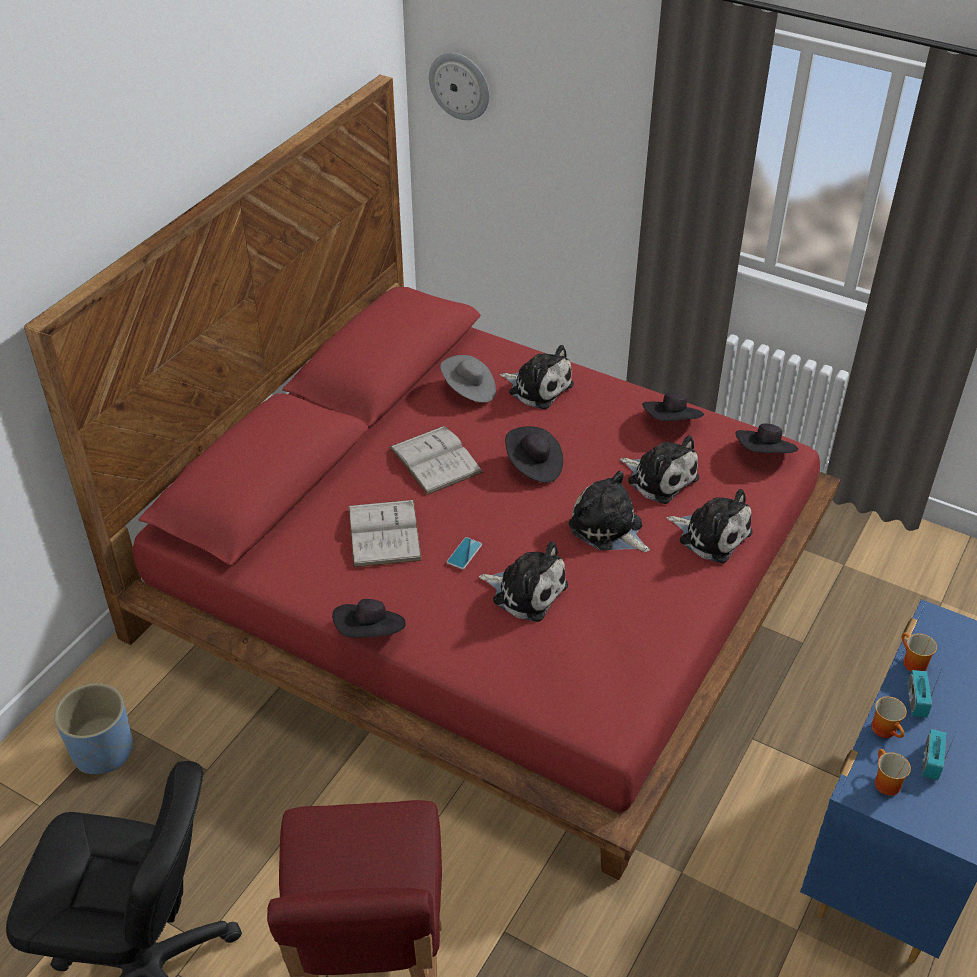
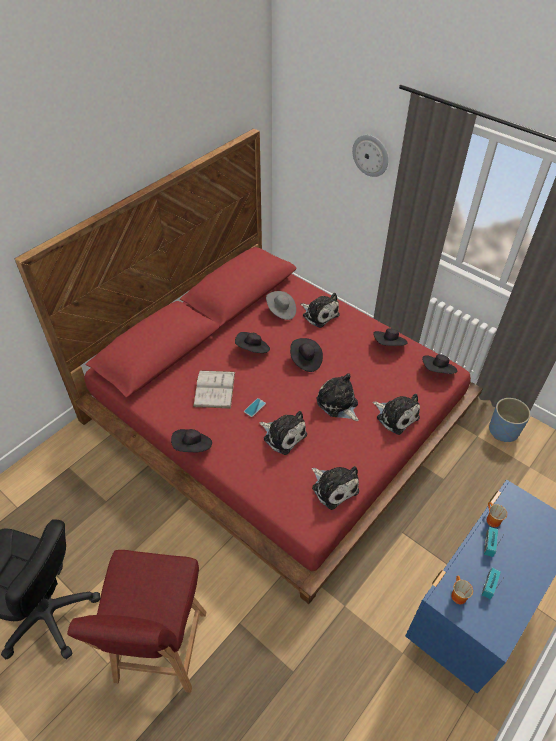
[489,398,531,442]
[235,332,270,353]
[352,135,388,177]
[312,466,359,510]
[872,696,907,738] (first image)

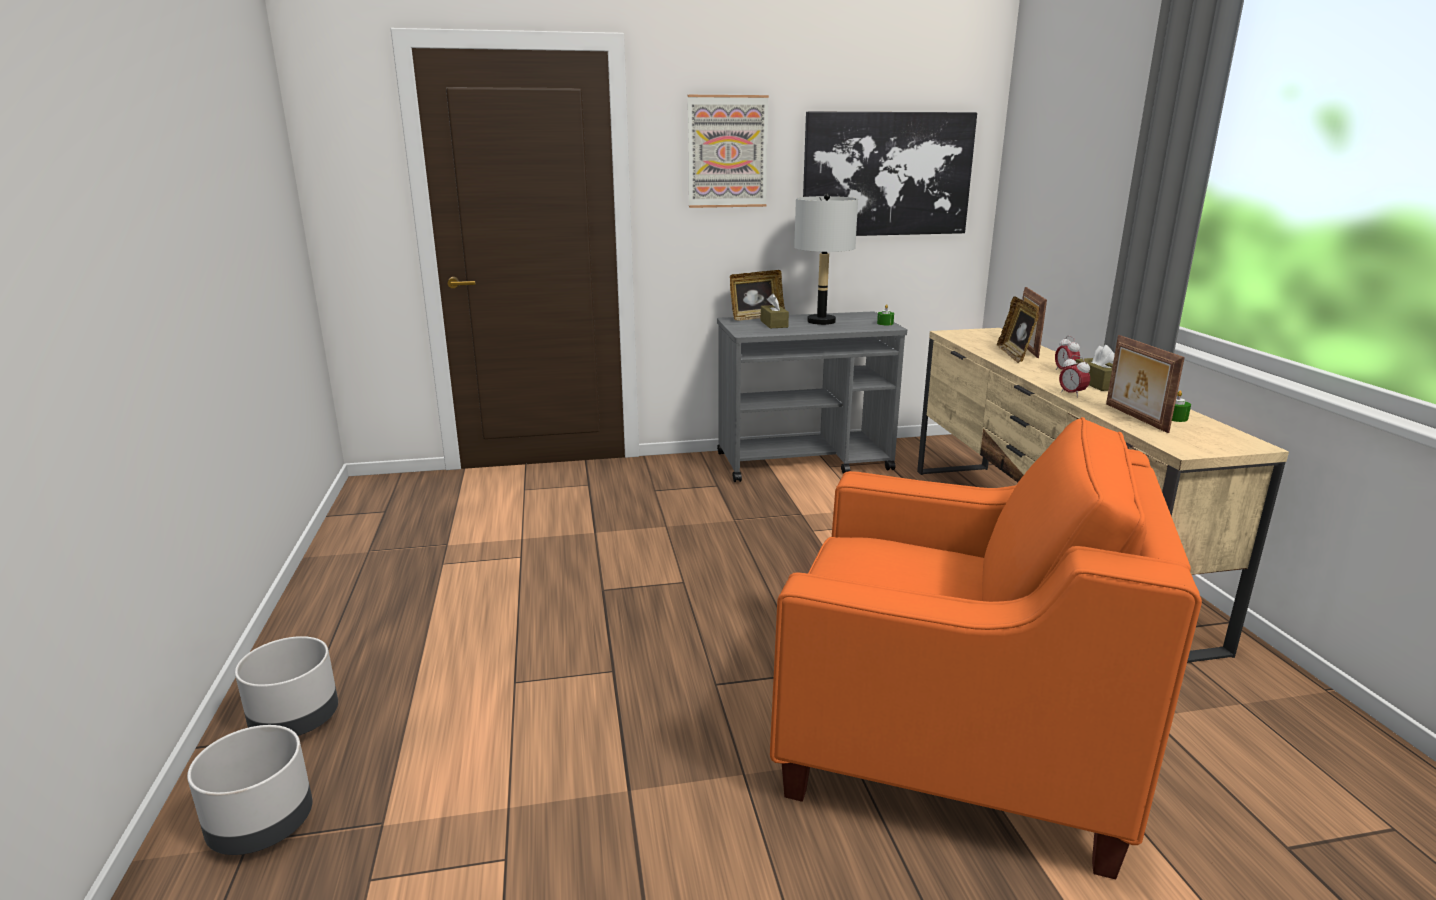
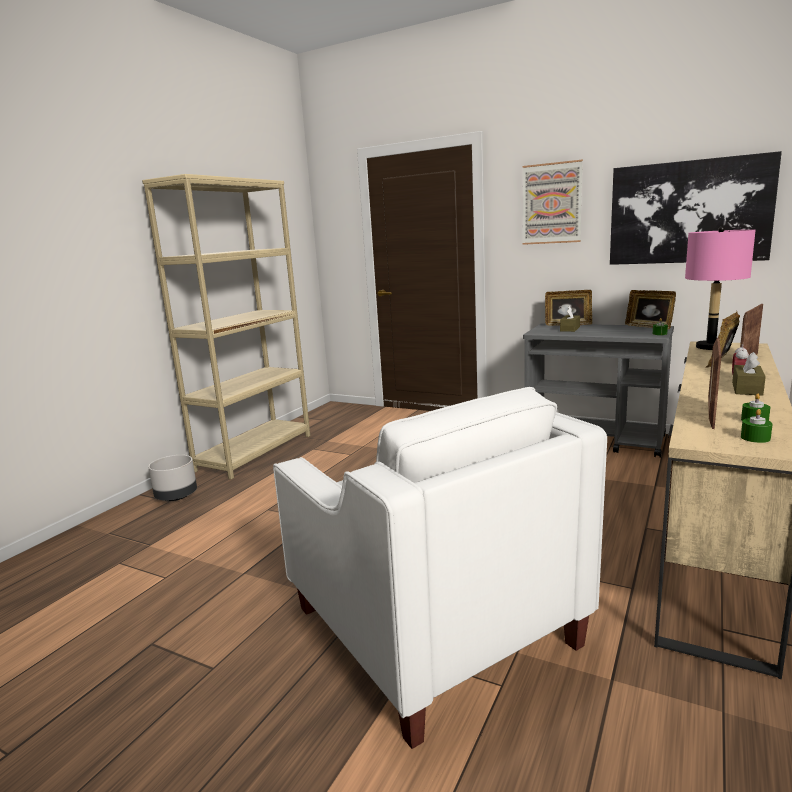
[187,725,313,855] (first image)
[273,387,607,749]
[794,193,858,325] (first image)
[1059,355,1090,398] (first image)
[142,174,310,479]
[625,290,676,329]
[685,226,756,350]
[741,409,773,443]

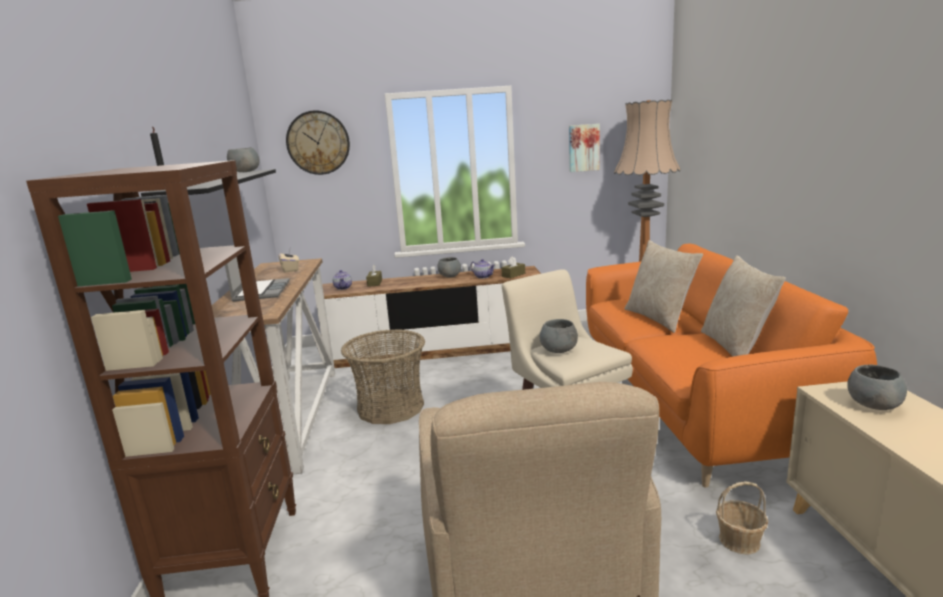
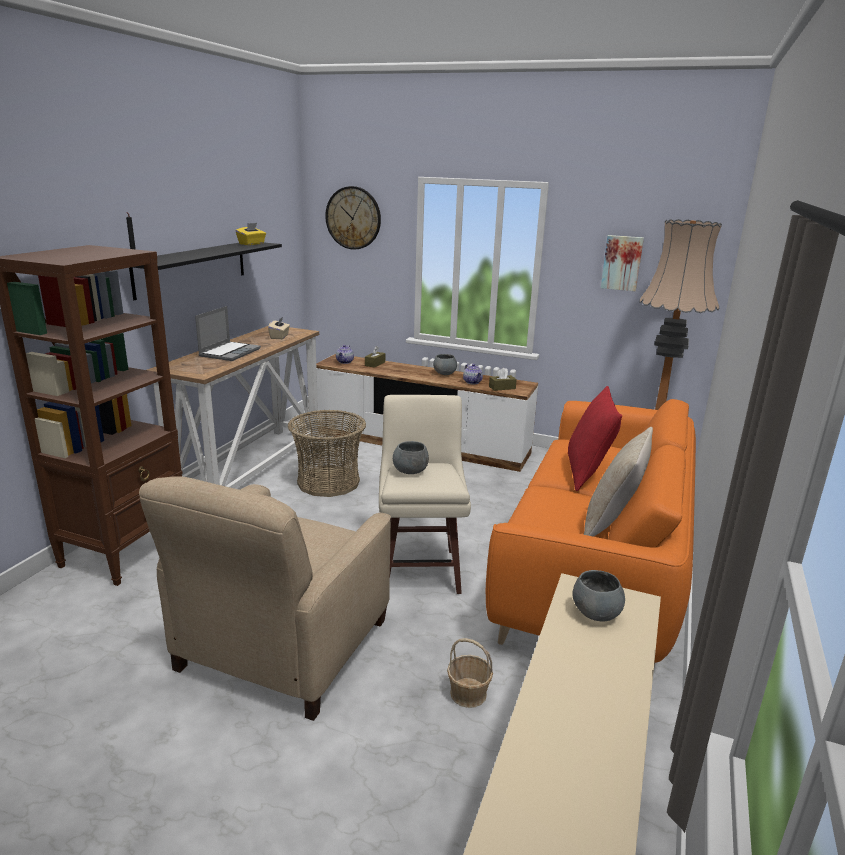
[236,223,266,245]
[568,386,622,491]

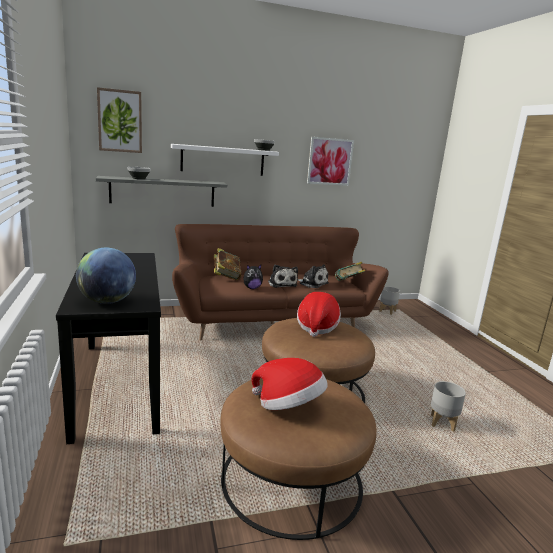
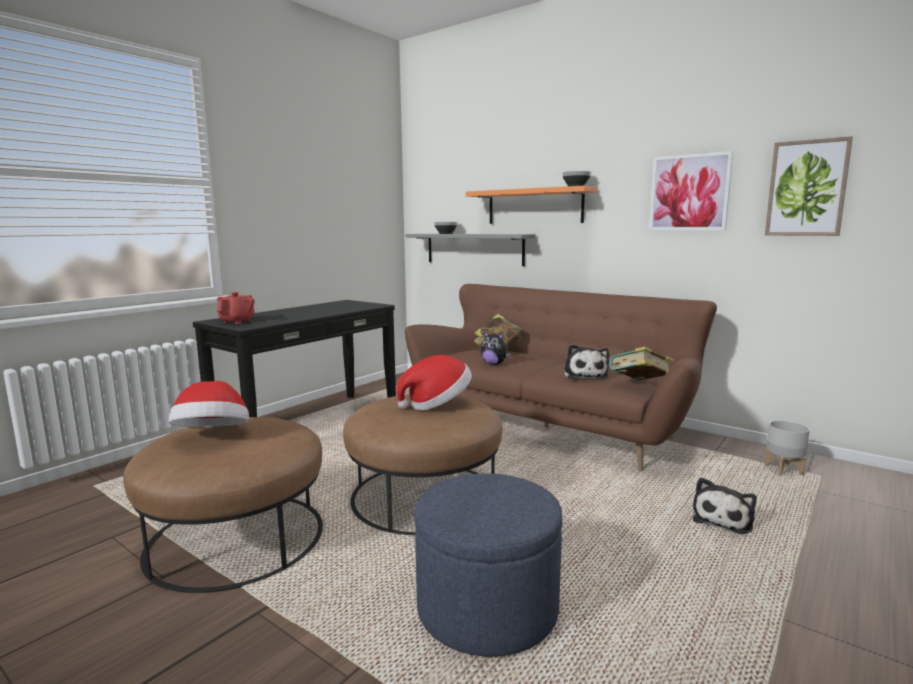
[217,292,255,324]
[765,136,853,236]
[466,185,597,224]
[693,477,757,534]
[415,473,562,657]

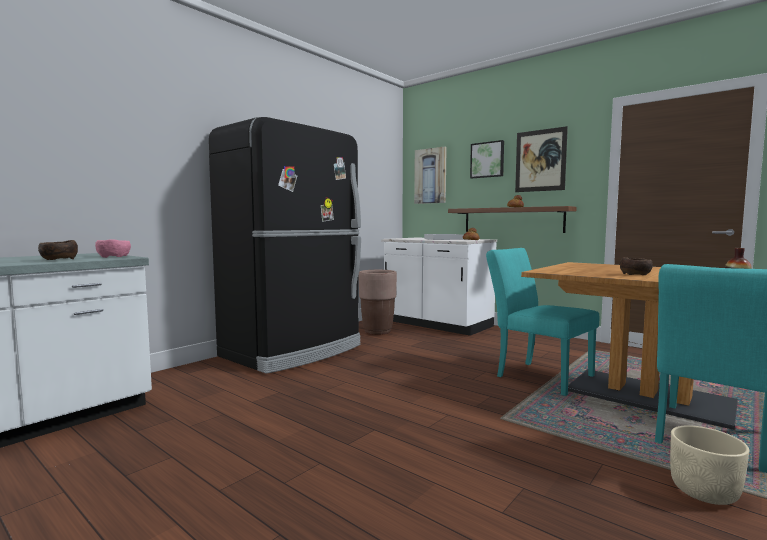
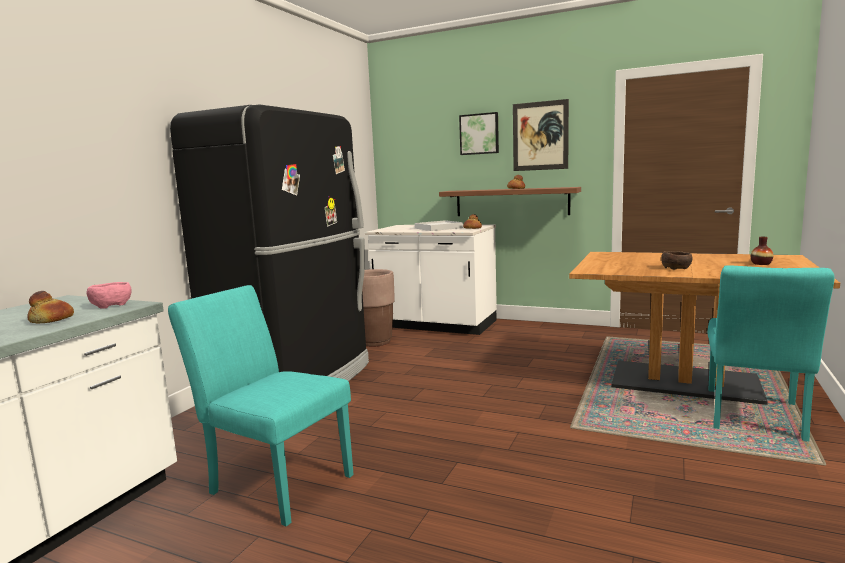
[27,291,74,324]
[414,146,447,204] (first image)
[168,285,354,527]
[670,425,749,505] (first image)

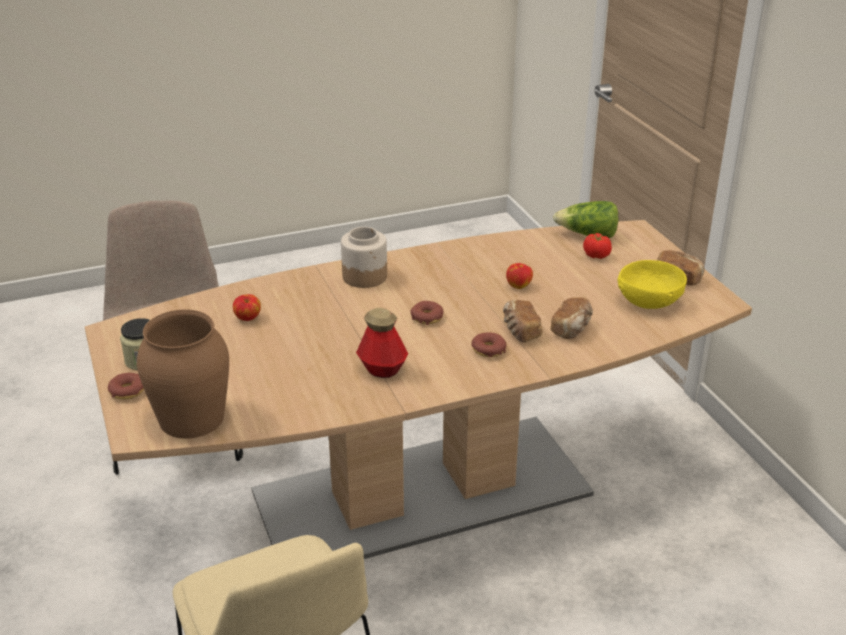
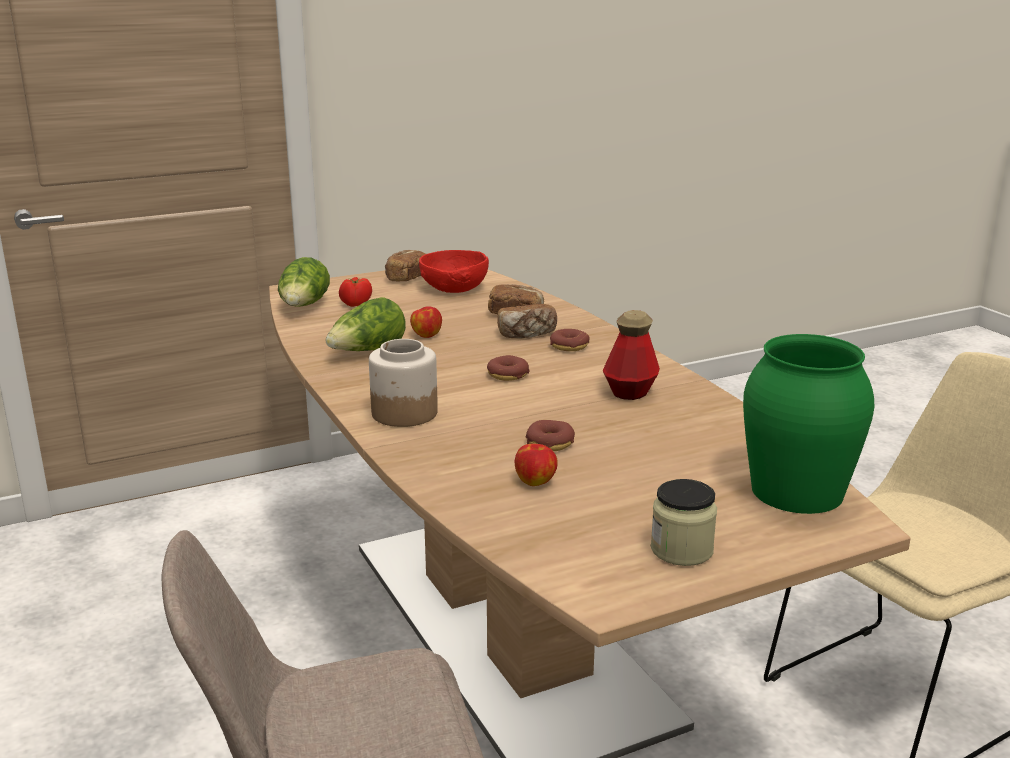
[526,420,575,451]
[743,334,874,514]
[419,250,489,293]
[326,297,406,351]

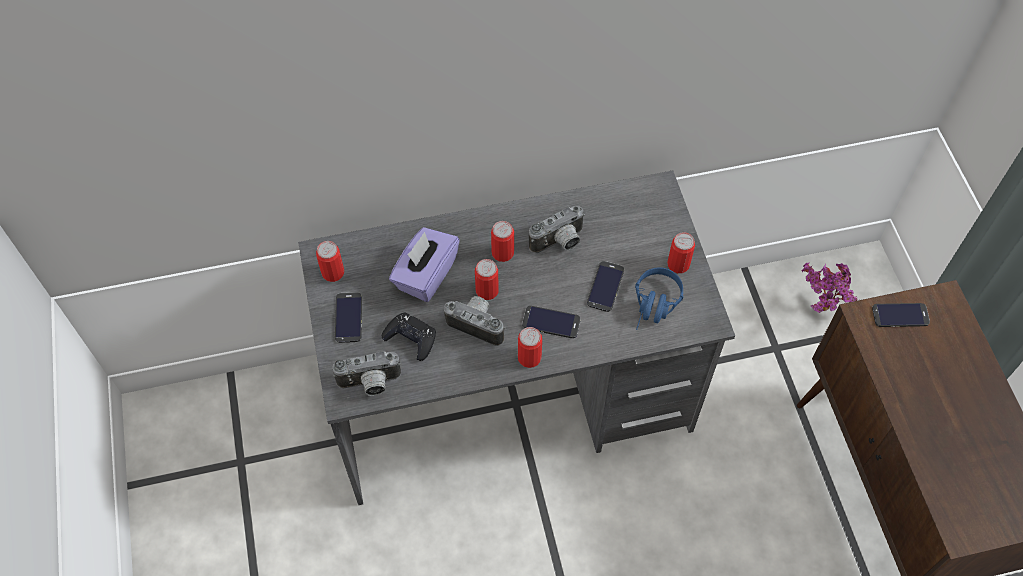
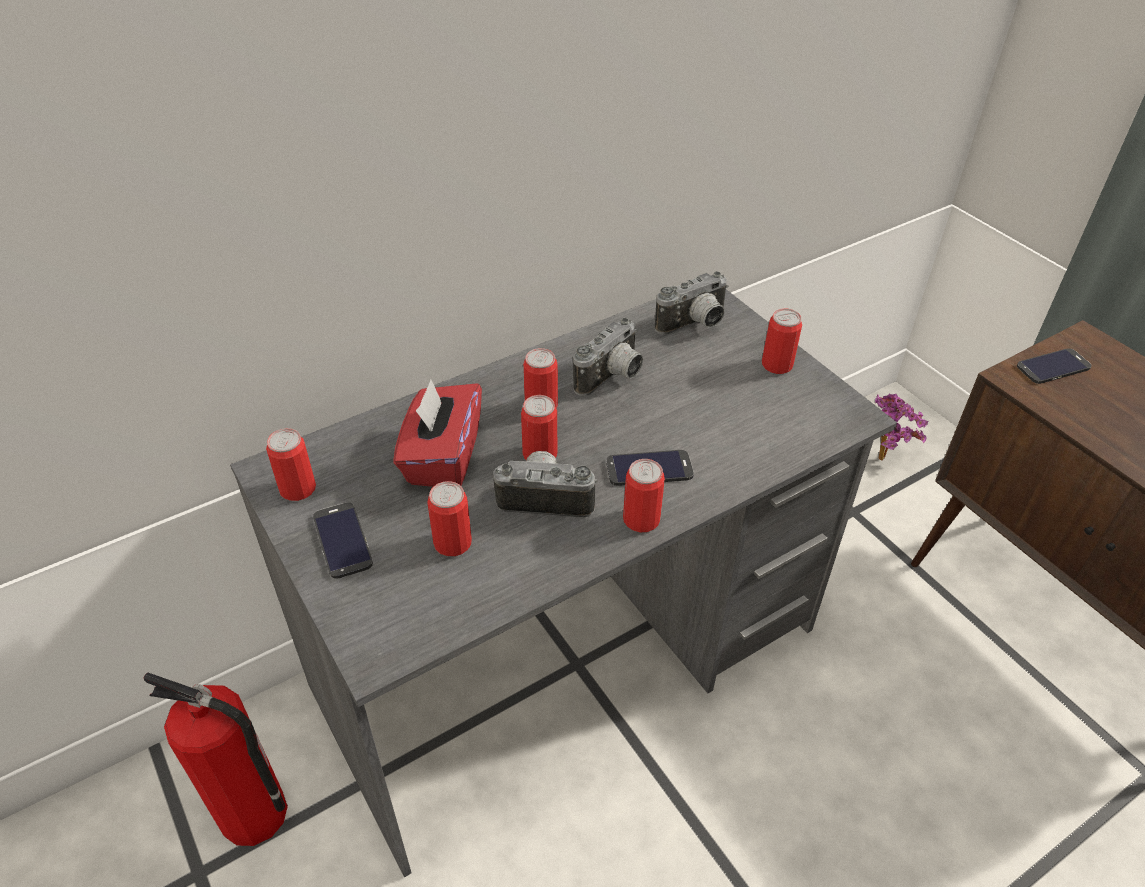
[655,271,729,335]
[427,481,472,556]
[393,380,482,487]
[587,261,624,312] (first image)
[635,267,683,330] (first image)
[144,672,288,846]

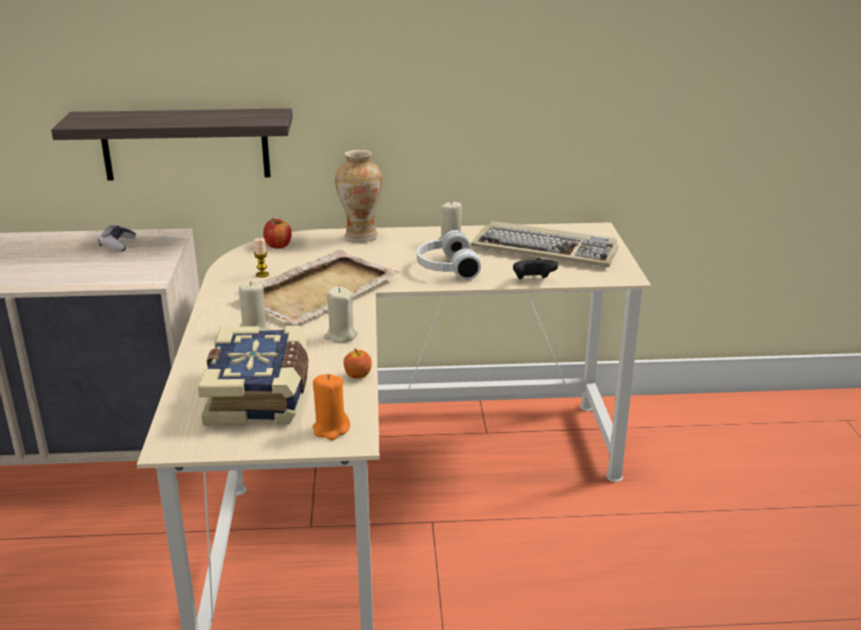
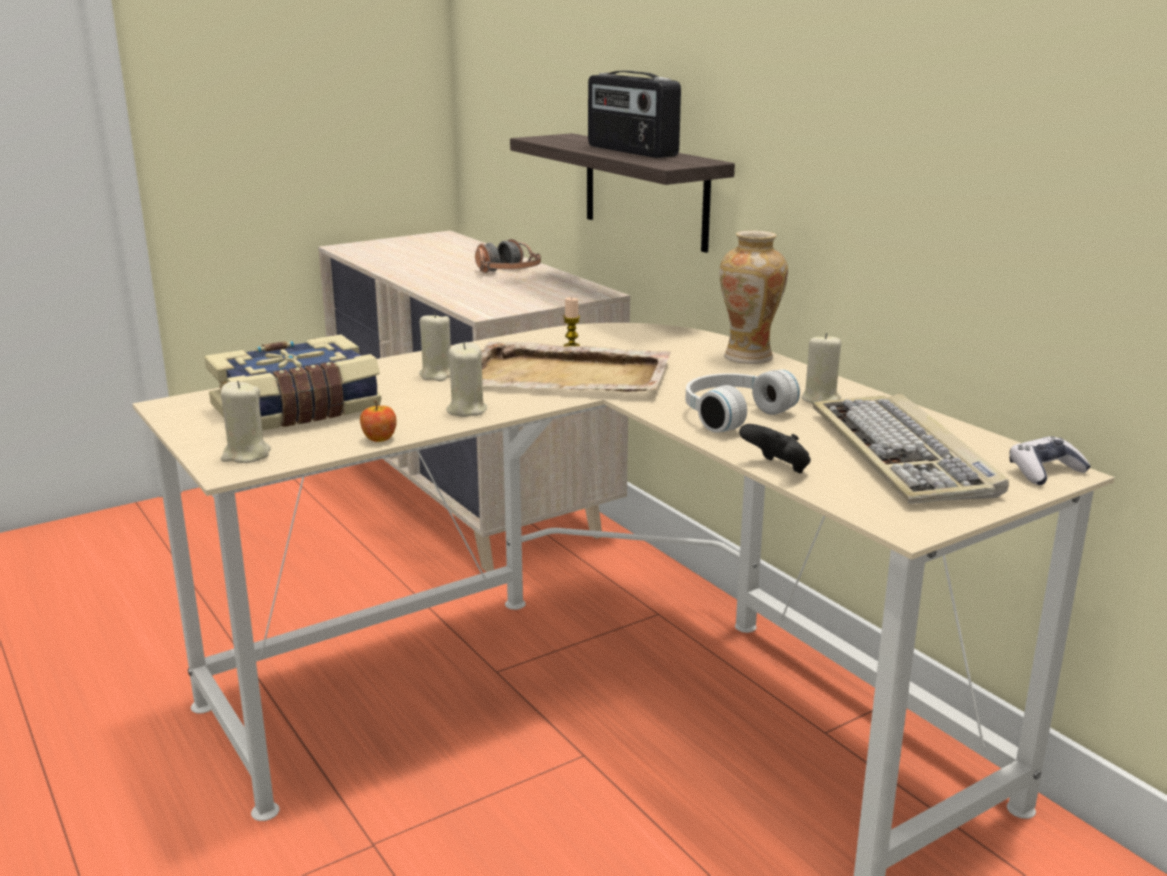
[1009,436,1091,485]
[263,218,292,249] (first image)
[221,381,271,463]
[475,239,541,273]
[588,71,681,158]

